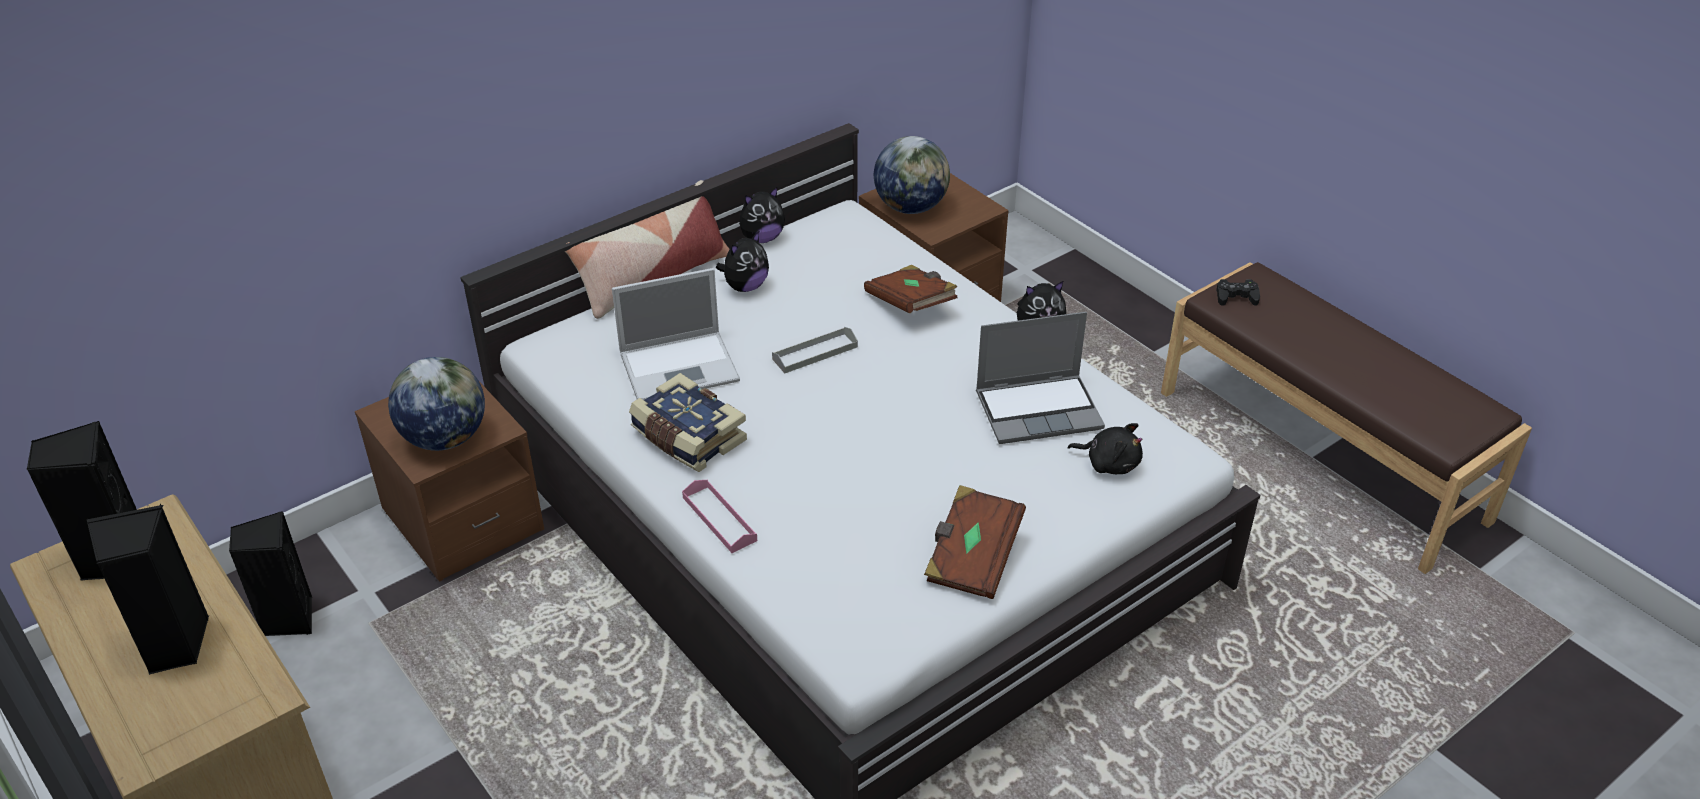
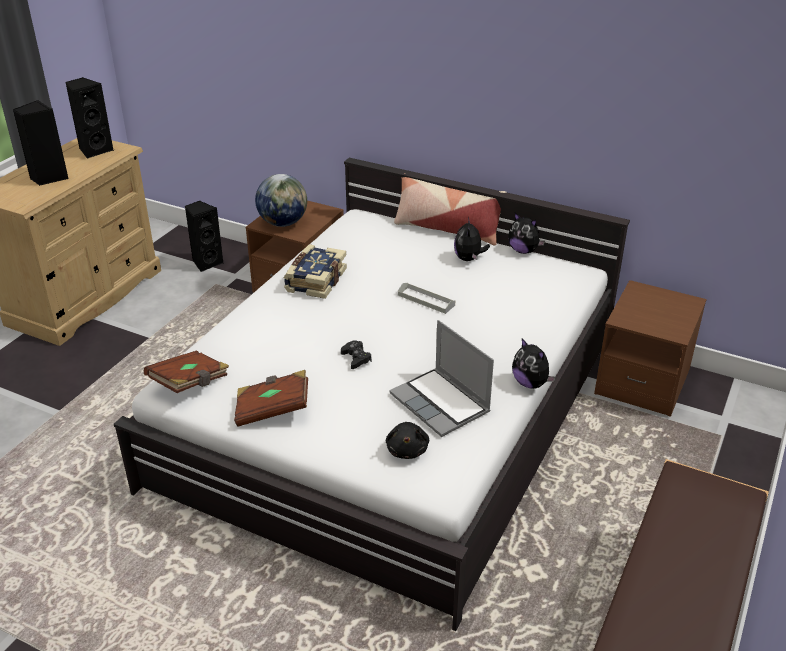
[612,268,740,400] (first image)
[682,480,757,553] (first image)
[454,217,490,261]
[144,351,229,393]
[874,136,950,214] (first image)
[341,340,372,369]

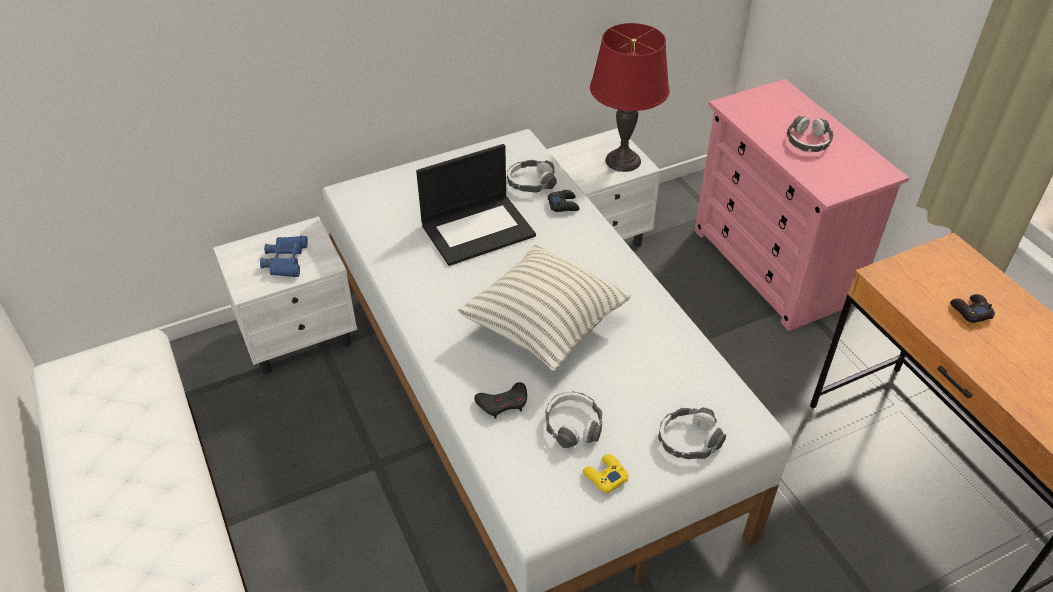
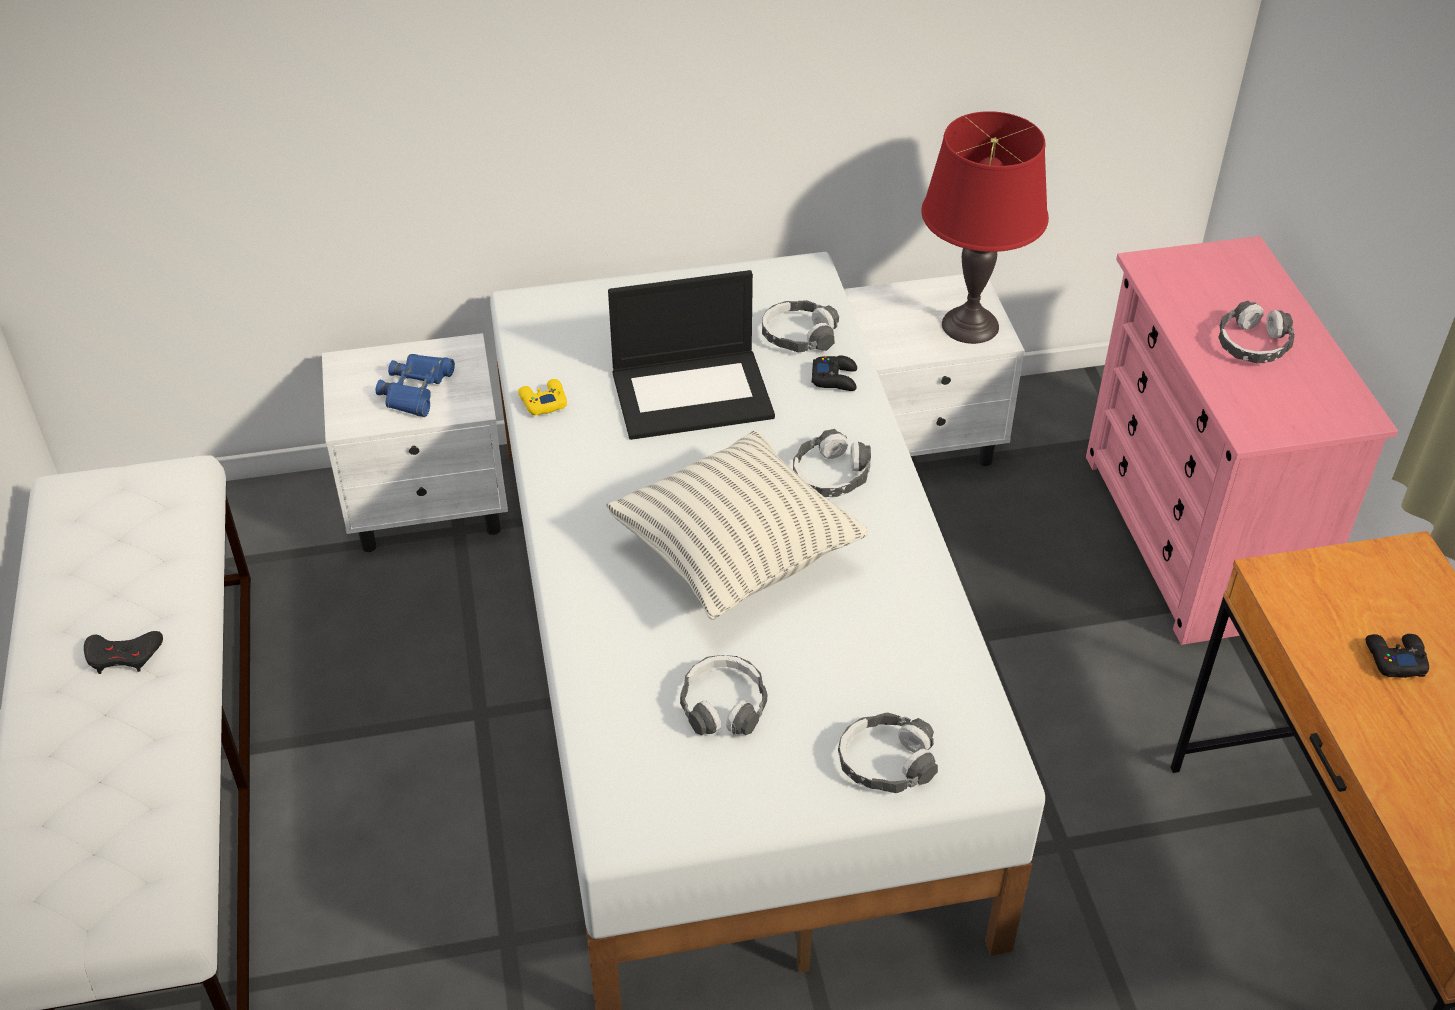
[84,631,163,674]
[518,379,567,416]
[793,429,871,497]

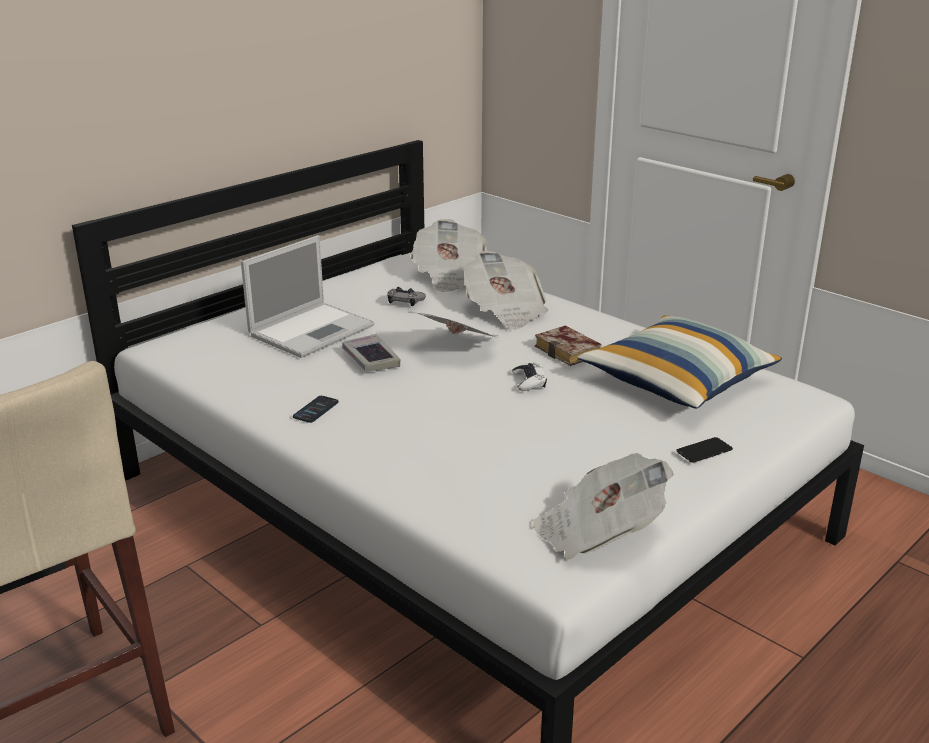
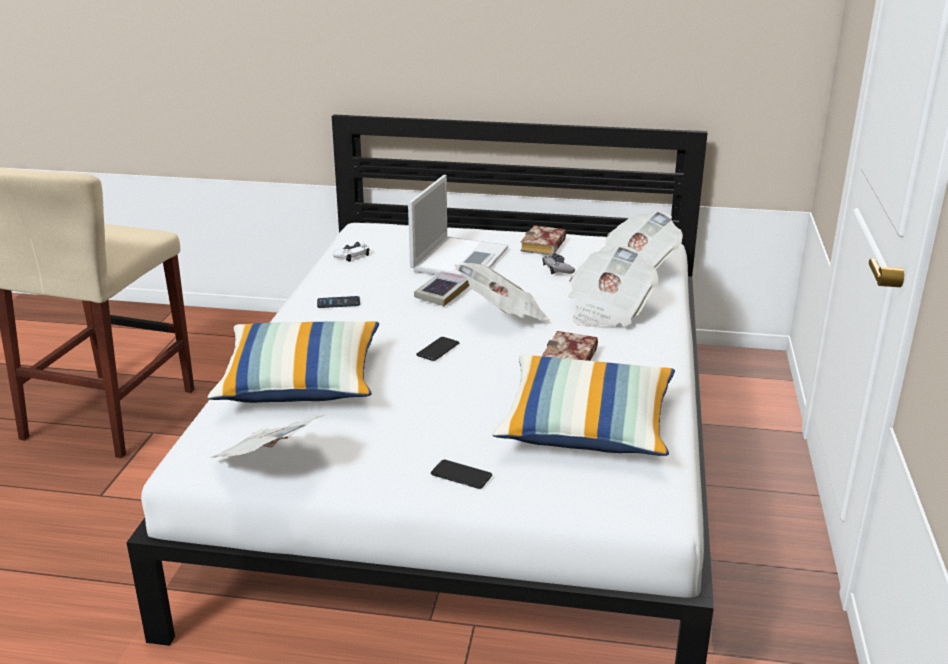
[408,175,508,275]
[332,242,369,262]
[207,321,379,403]
[416,337,459,361]
[521,225,566,255]

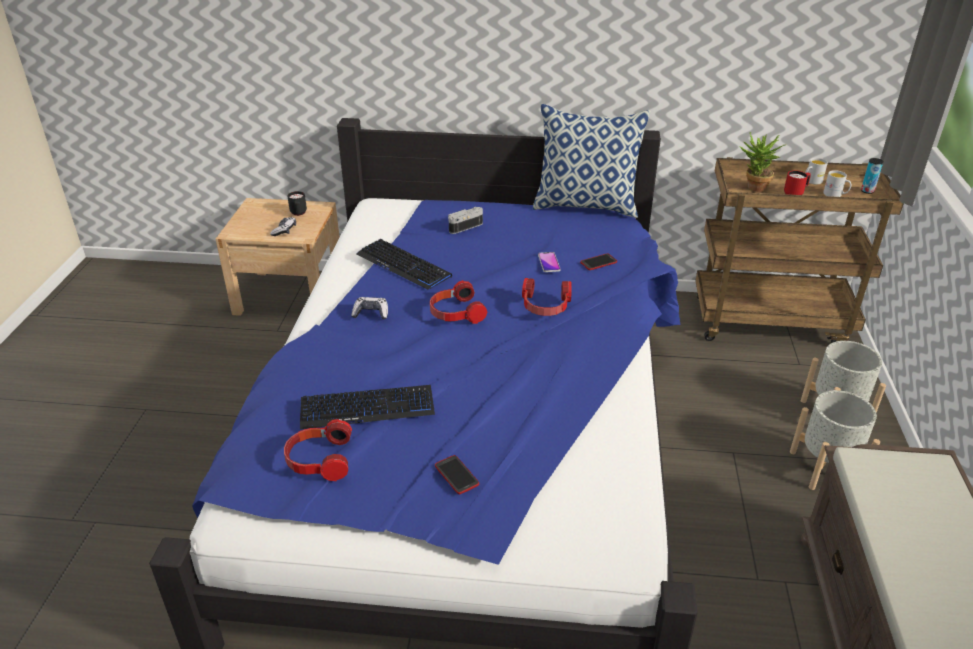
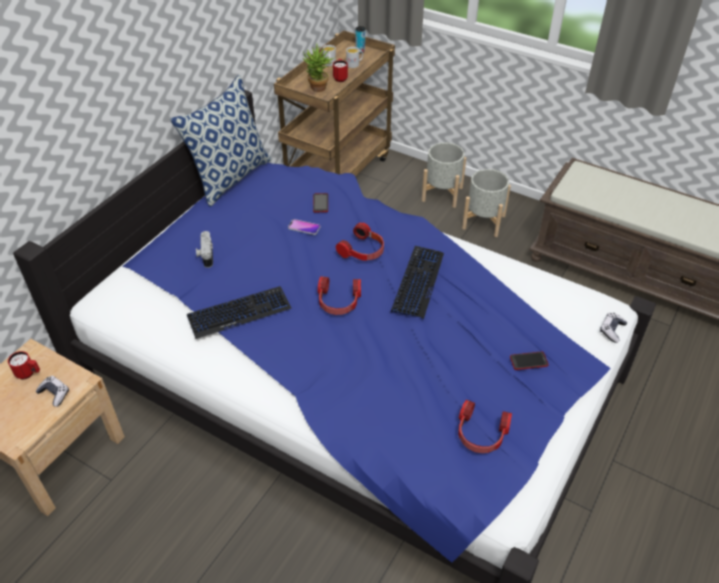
[8,351,40,379]
[391,246,444,319]
[600,313,627,343]

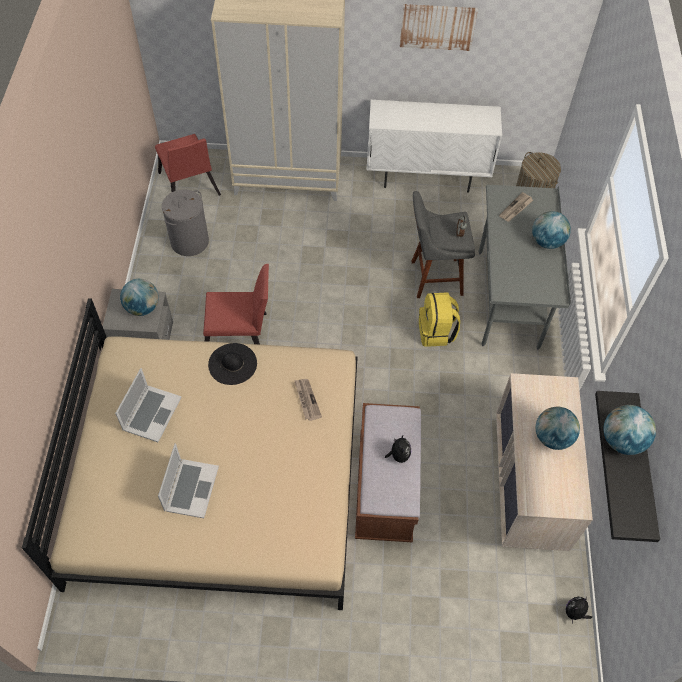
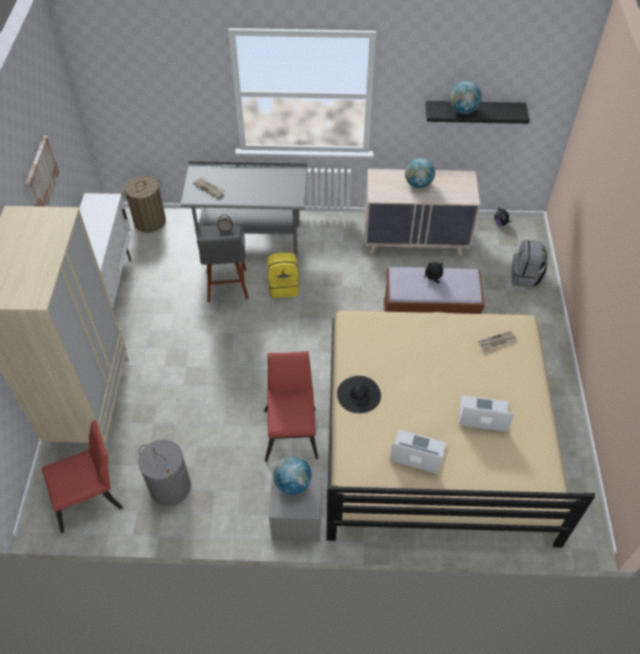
[478,331,517,350]
[532,211,571,249] (first image)
[511,240,548,288]

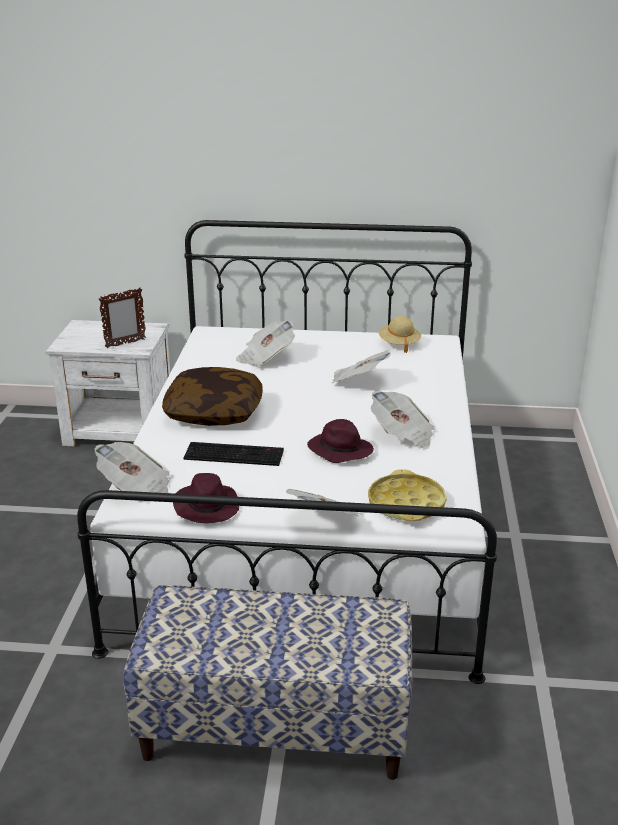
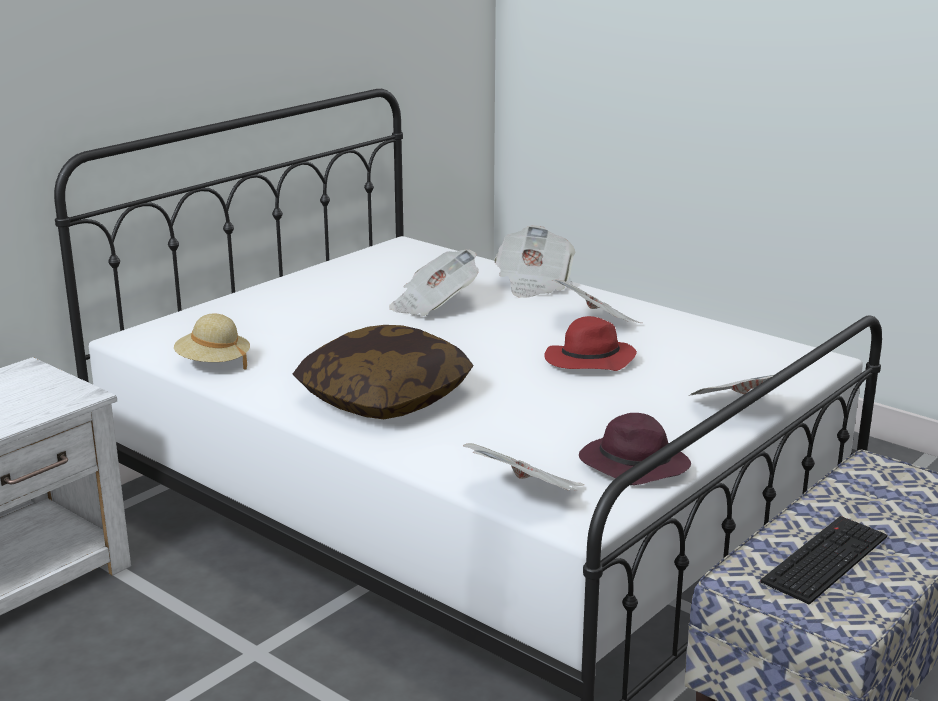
[99,288,146,348] (first image)
[760,516,887,605]
[494,225,576,298]
[544,316,637,371]
[368,469,447,521] (first image)
[174,314,250,369]

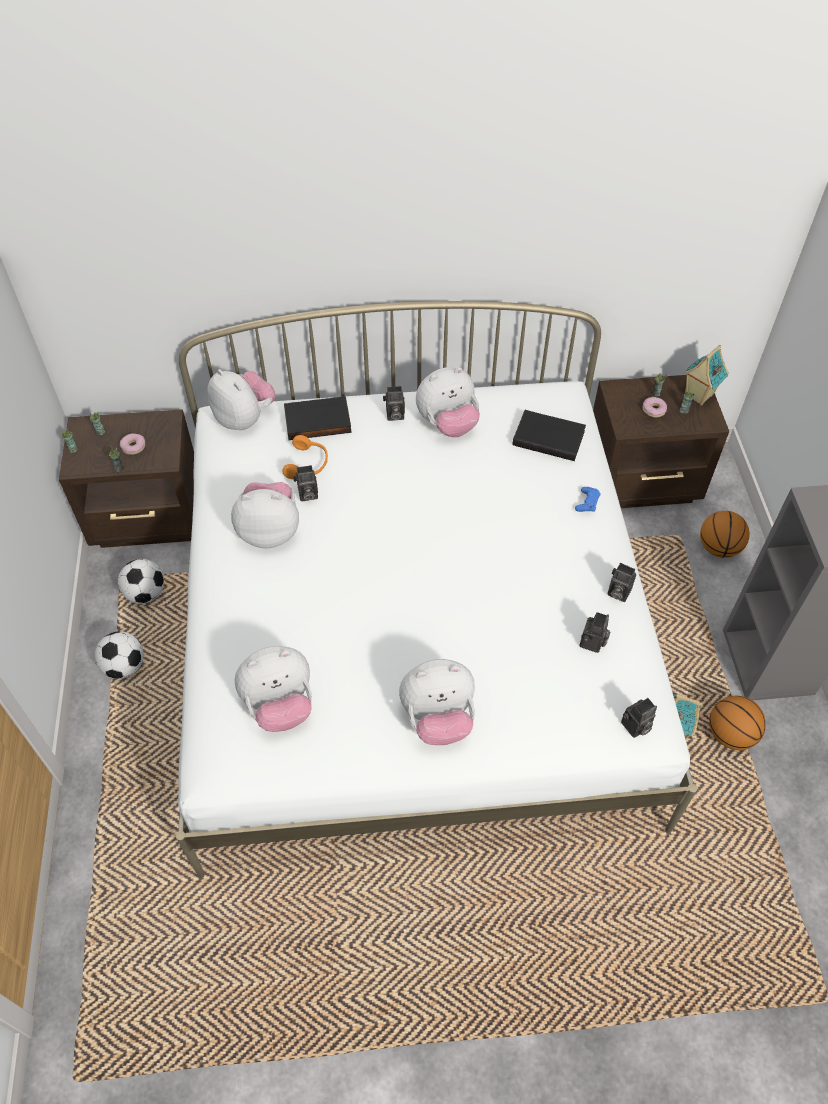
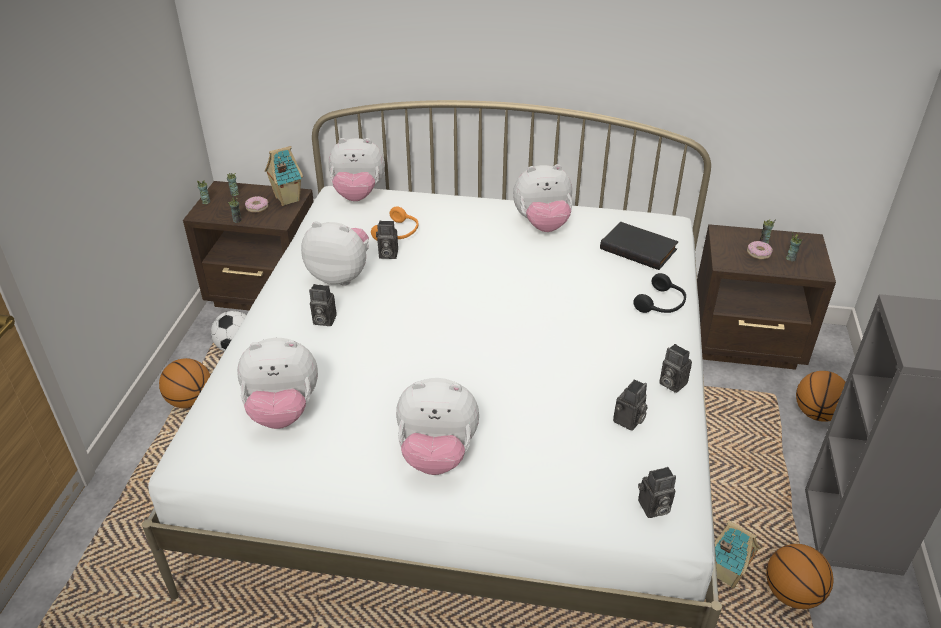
[159,358,210,408]
[329,138,385,201]
[284,396,352,440] (first image)
[309,284,337,326]
[633,273,686,313]
[265,146,303,206]

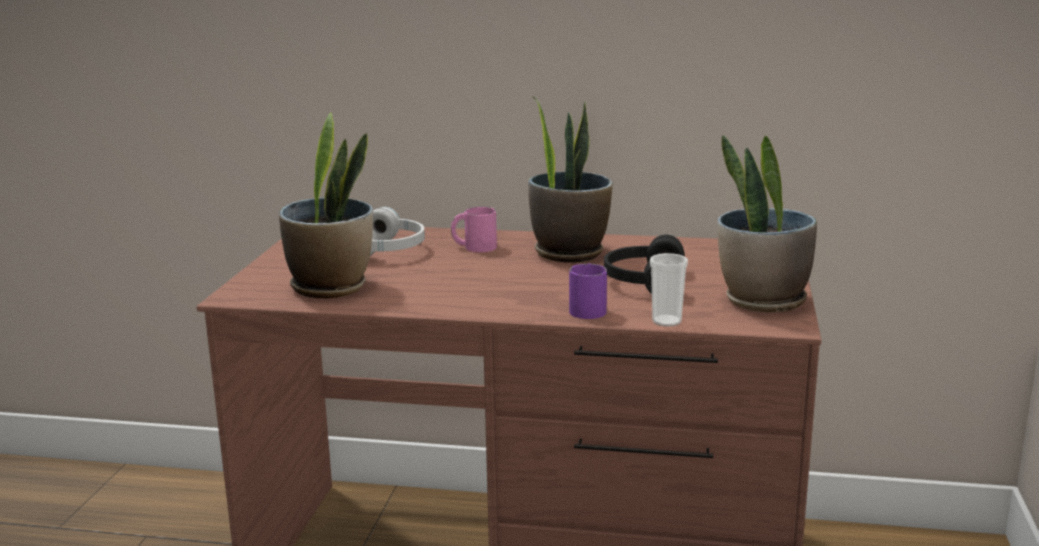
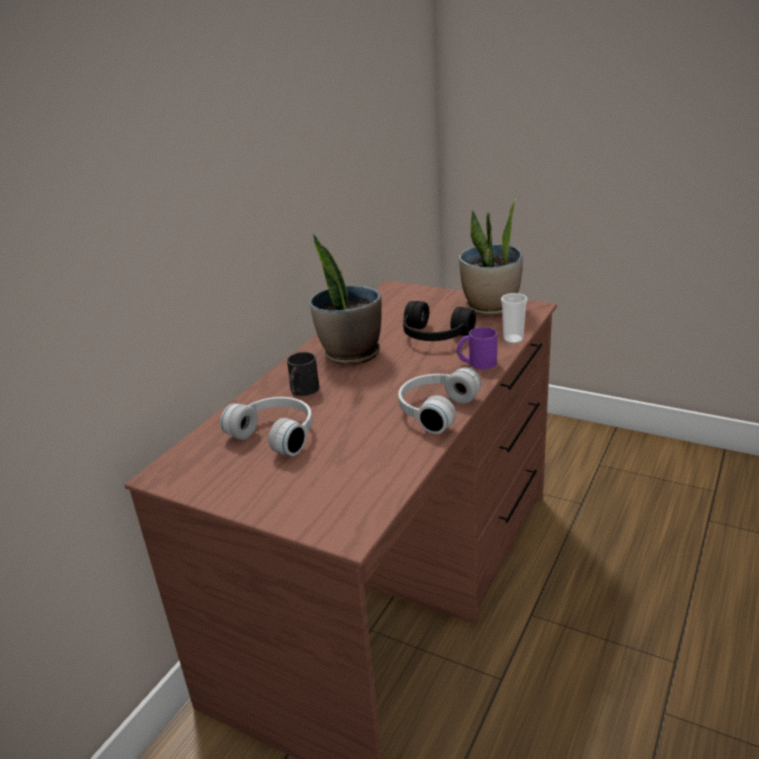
[279,112,373,298] (first image)
[287,352,319,396]
[398,367,481,434]

